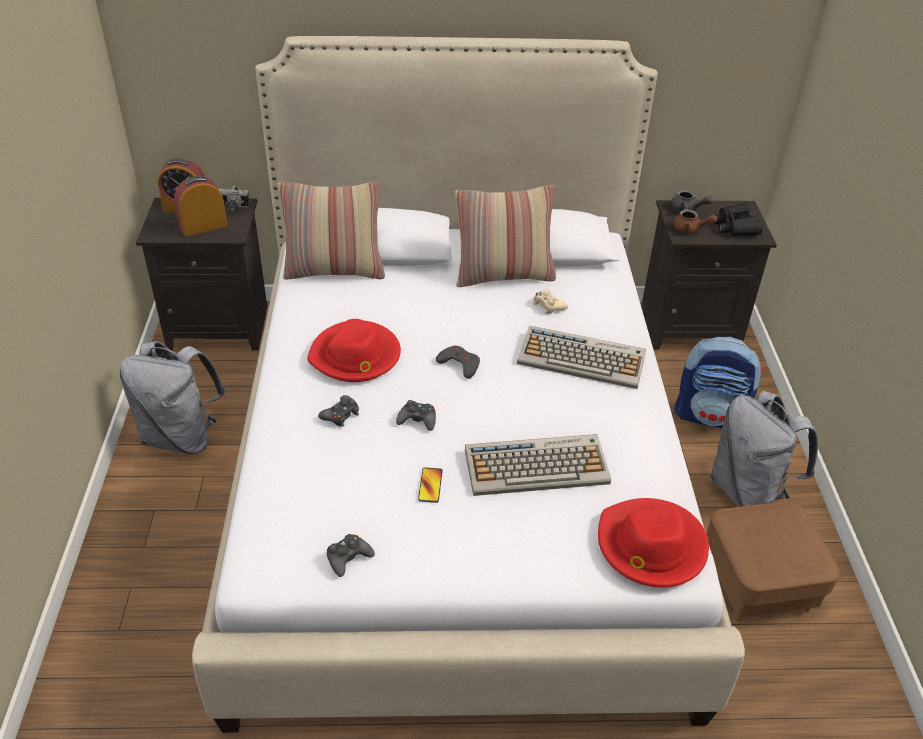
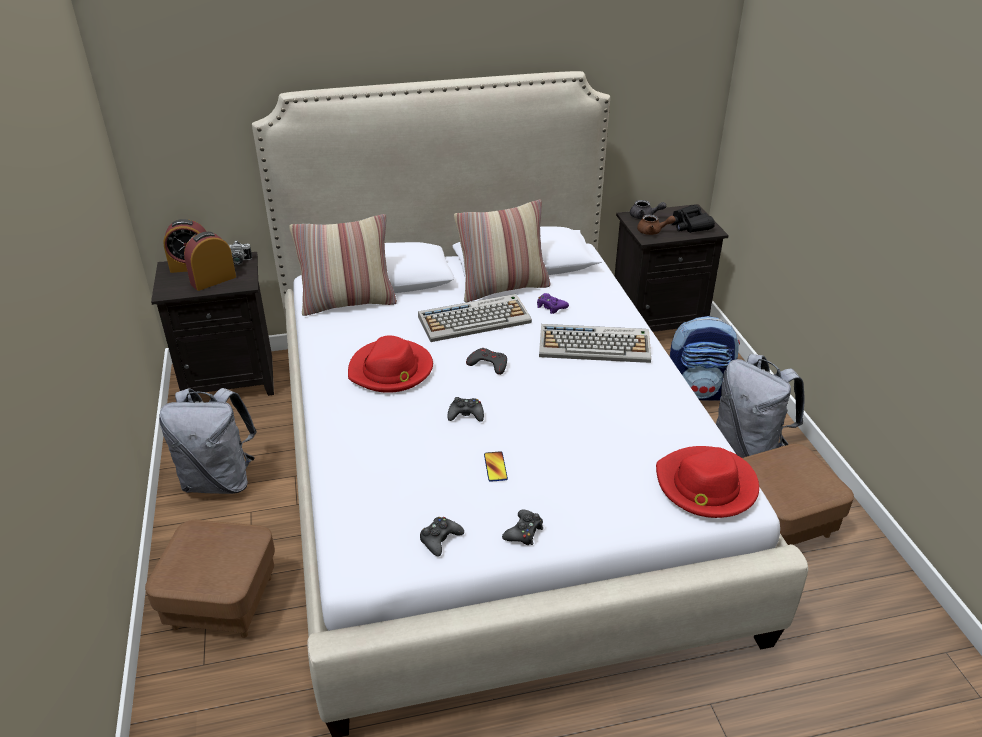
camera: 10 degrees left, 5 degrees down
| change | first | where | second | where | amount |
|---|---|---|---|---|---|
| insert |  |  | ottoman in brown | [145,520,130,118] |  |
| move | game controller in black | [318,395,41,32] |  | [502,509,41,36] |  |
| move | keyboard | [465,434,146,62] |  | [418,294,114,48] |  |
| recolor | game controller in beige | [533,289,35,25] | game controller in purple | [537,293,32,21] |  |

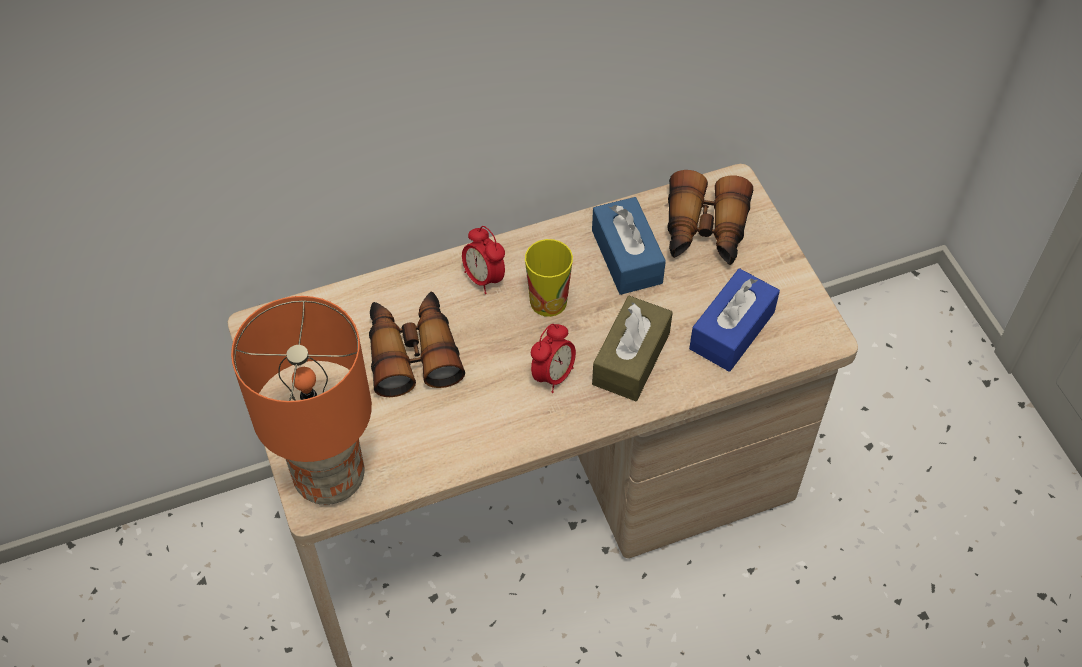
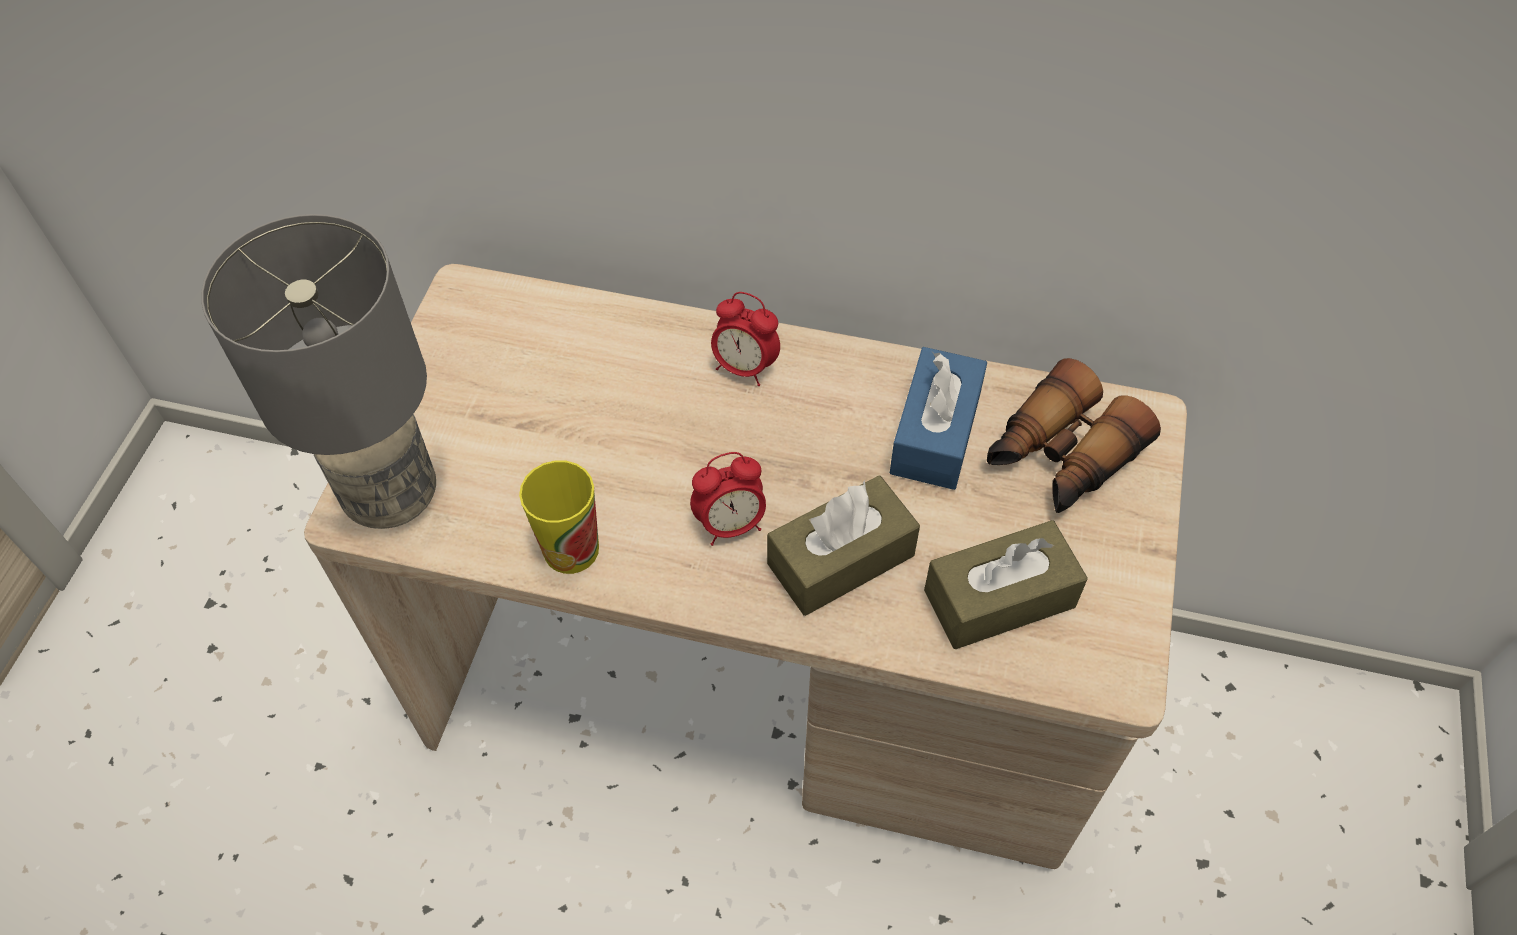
camera: 35 degrees right, 0 degrees up
| change | first | where | second | where | amount |
|---|---|---|---|---|---|
| delete | binoculars | [369,292,96,105] |  |  |  |
| move | cup | [525,239,48,78] |  | [519,460,80,114] |  |
| recolor | table lamp in orange | [231,296,141,209] | table lamp in grey | [201,214,235,315] |  |
| recolor | tissue box in blue | [689,269,91,103] | tissue box in brown | [924,520,164,129] |  |
| rotate | alarm clock | [462,226,43,68] |  | [711,292,69,94] | 60 degrees counterclockwise |

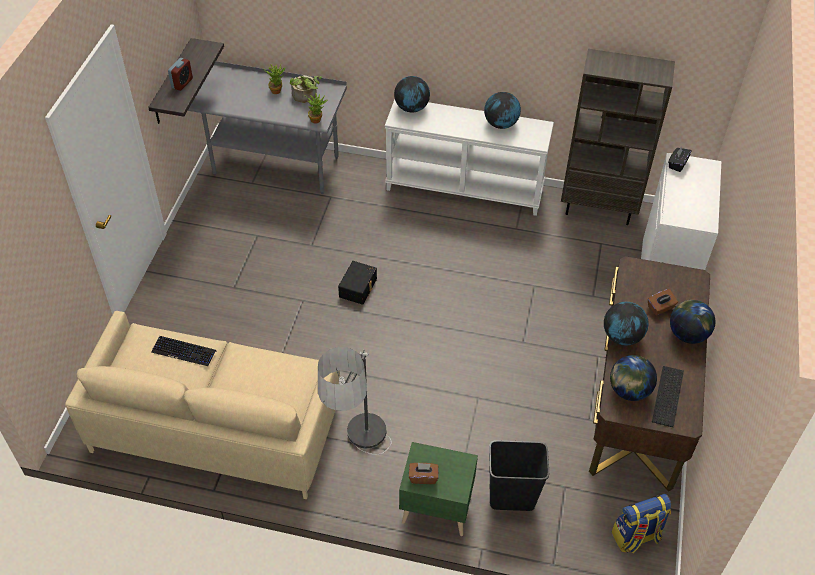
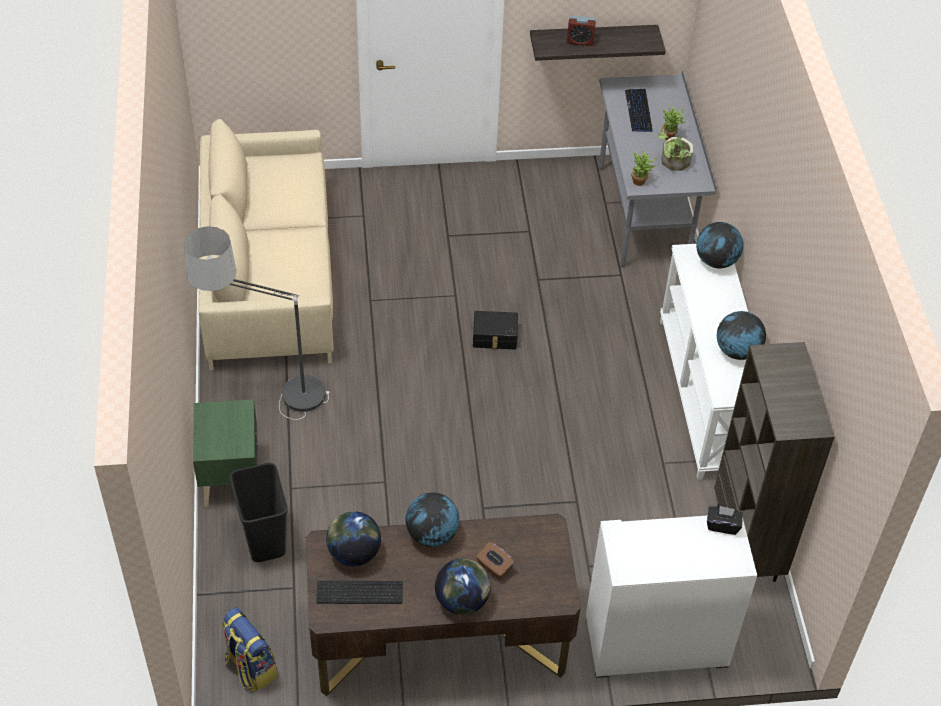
camera: 70 degrees right, 0 degrees up
| change | first | where | second | where | amount |
|---|---|---|---|---|---|
| delete | tissue box in brown | [409,463,29,21] |  |  |  |
| move | keyboard | [151,336,65,30] |  | [625,89,28,43] |  |

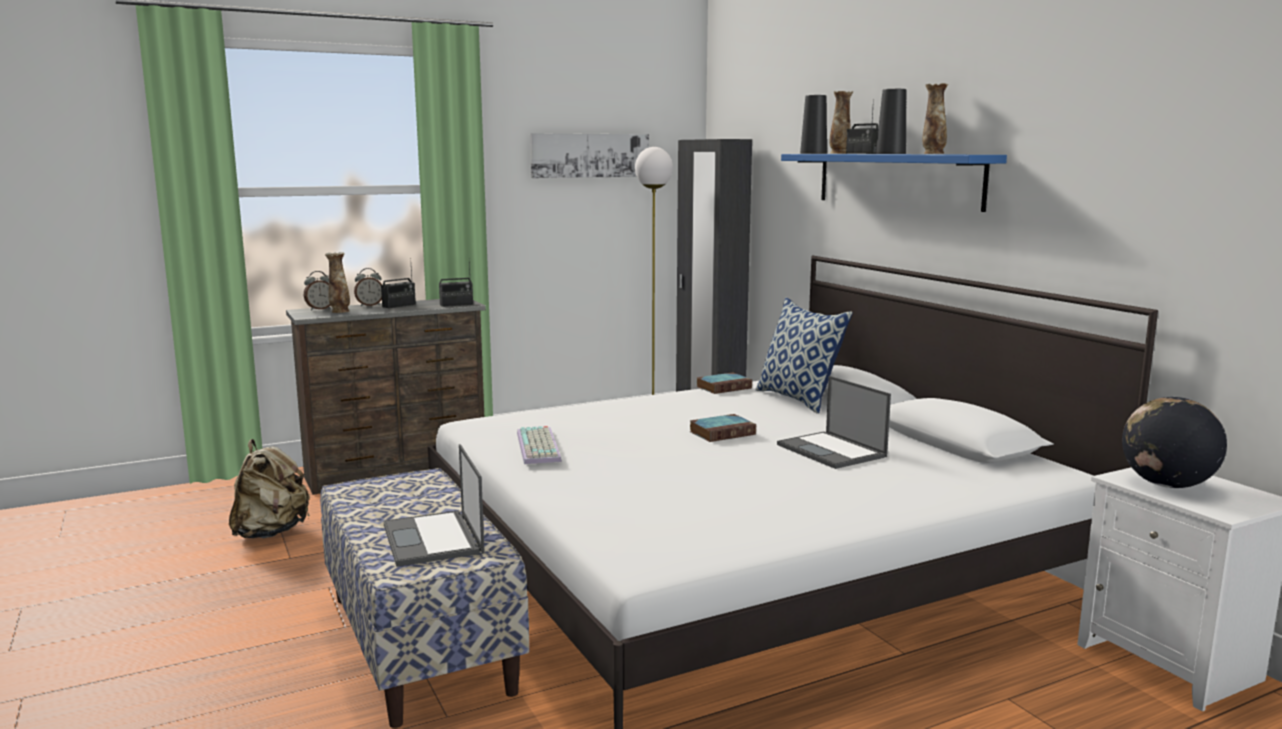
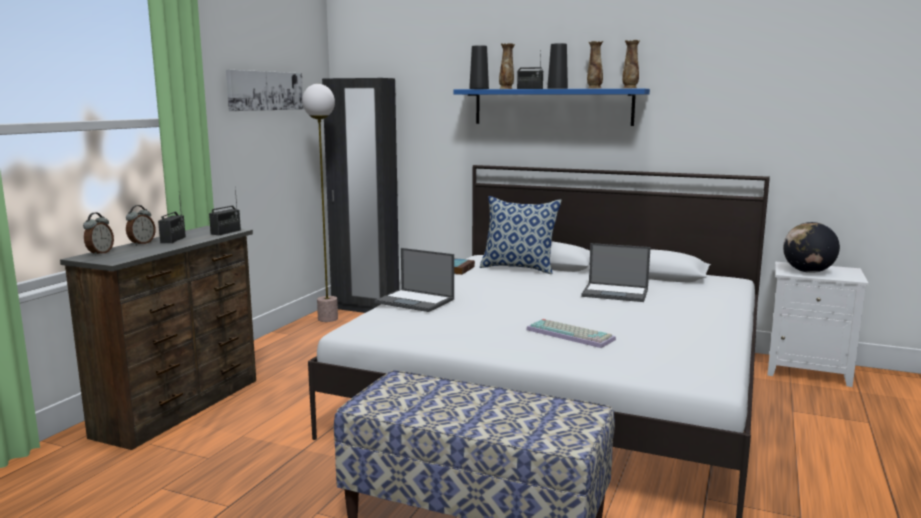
camera: 40 degrees left, 0 degrees up
| change | first | where | second | where | amount |
|---|---|---|---|---|---|
| delete | backpack in beige | [229,439,81,99] |  |  |  |
| delete | book | [689,414,67,28] |  |  |  |
| move | vase | [325,252,25,61] |  | [622,40,18,48] |  |
| move | laptop | [384,444,100,123] |  | [375,248,79,64] |  |
| move | keyboard | [517,426,45,38] |  | [526,319,90,29] |  |

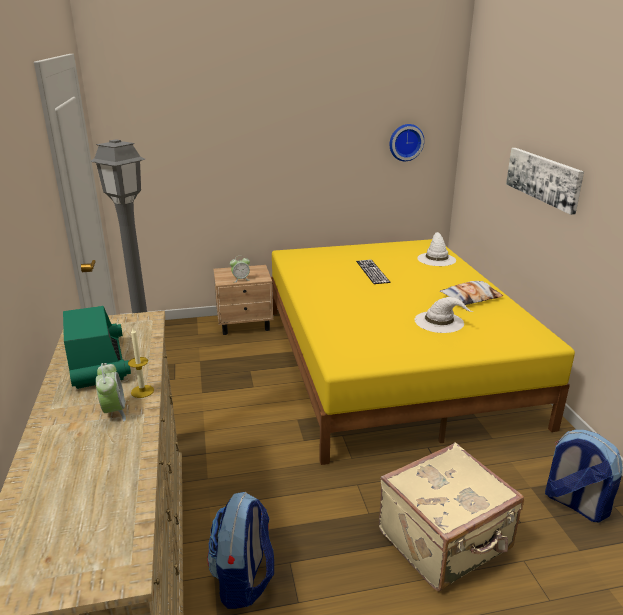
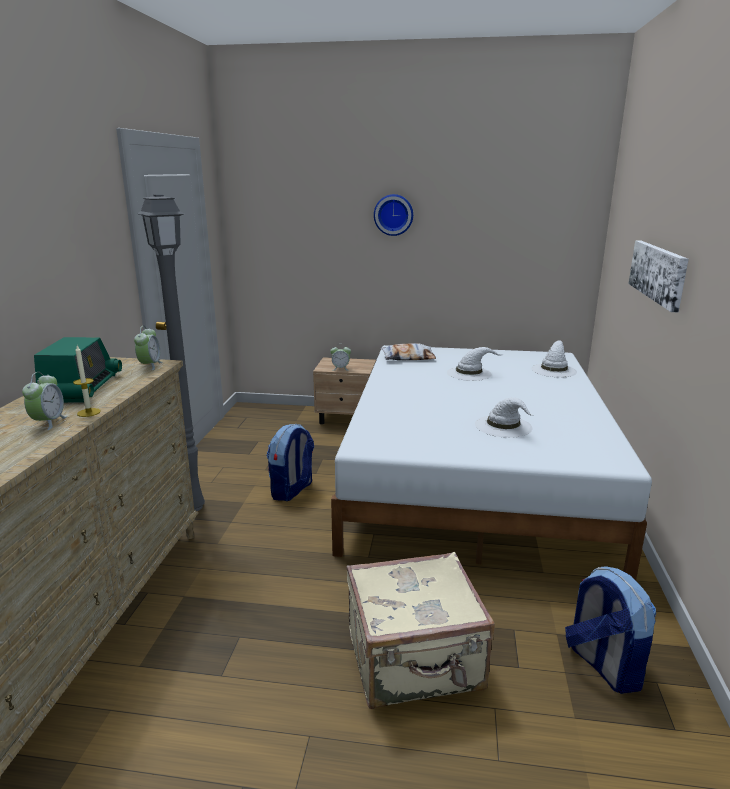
camera: 20 degrees right, 5 degrees down
| change | first | where | second | where | amount |
|---|---|---|---|---|---|
| insert |  |  | alarm clock | [134,326,28,44] |  |
| move | backpack | [207,492,67,117] |  | [266,424,48,77] |  |
| move | wall clock | [390,124,34,37] |  | [374,194,39,42] |  |
| move | pillow | [440,281,63,24] |  | [381,343,55,17] |  |
| replace | keyboard | [356,260,35,24] | hat in white | [447,347,57,34] |  |
| recolor | bed in yellow | [271,239,304,226] | bed in white | [331,345,321,235] |  |

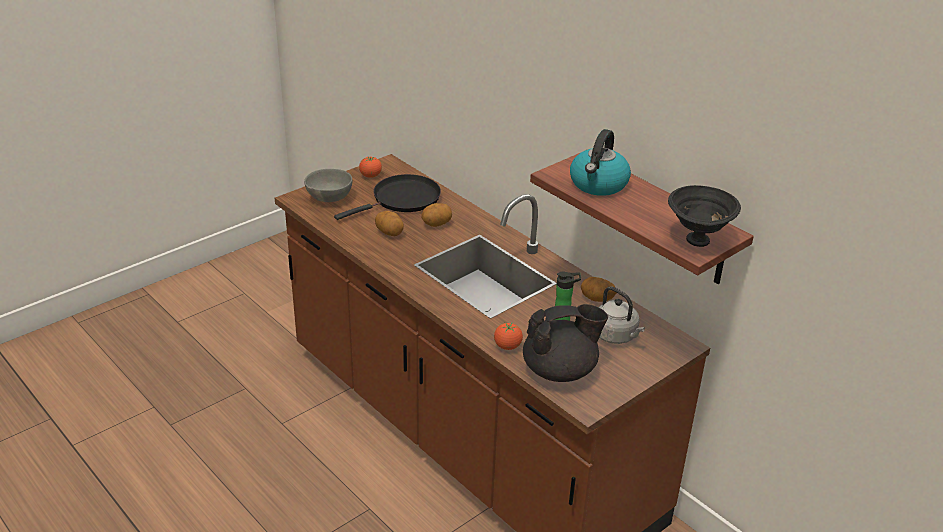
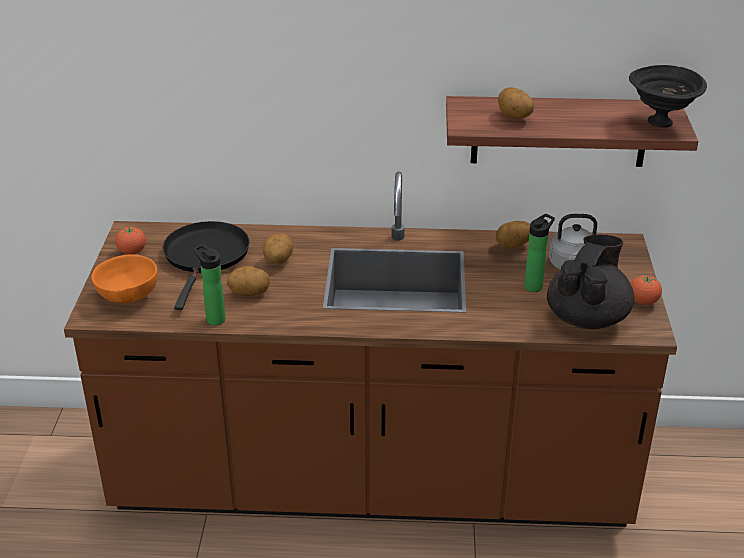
camera: 45 degrees left, 0 degrees up
| change | first | where | second | where | amount |
|---|---|---|---|---|---|
| insert |  |  | bottle | [194,244,32,81] |  |
| move | tomato | [494,322,29,28] |  | [630,274,32,31] |  |
| replace | kettle | [570,129,61,67] | potato | [498,87,36,32] |  |
| recolor | bowl in grey | [304,169,48,33] | bowl in orange | [91,254,67,49] |  |

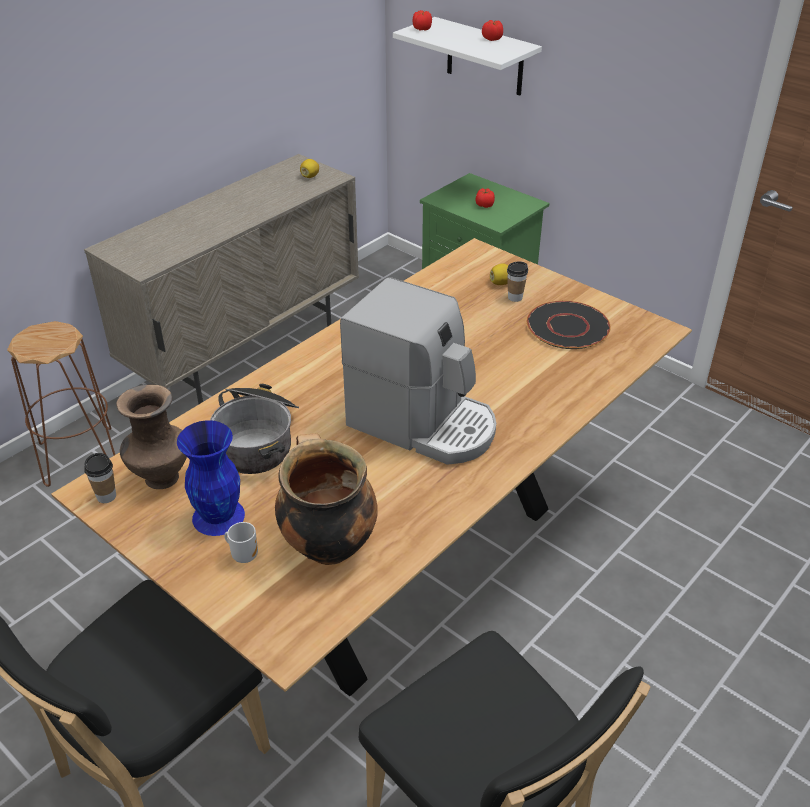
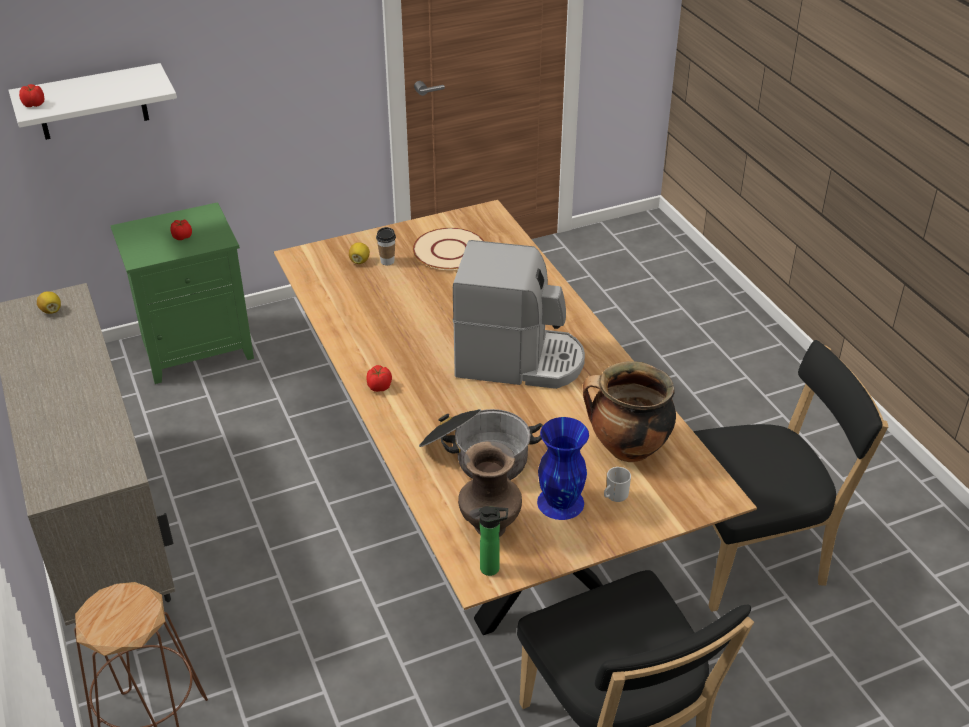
camera: 65 degrees left, 0 degrees up
| change | first | where | second | where | amount |
|---|---|---|---|---|---|
| move | tomato | [482,20,21,21] |  | [366,365,26,27] |  |
| replace | cup | [84,453,32,50] | bottle | [479,506,29,70] |  |
| recolor | plate in black | [527,301,84,48] | plate in beige | [413,228,71,42] |  |
| rotate | coffee machine | [340,277,156,188] |  | [453,240,132,149] | 45 degrees clockwise |

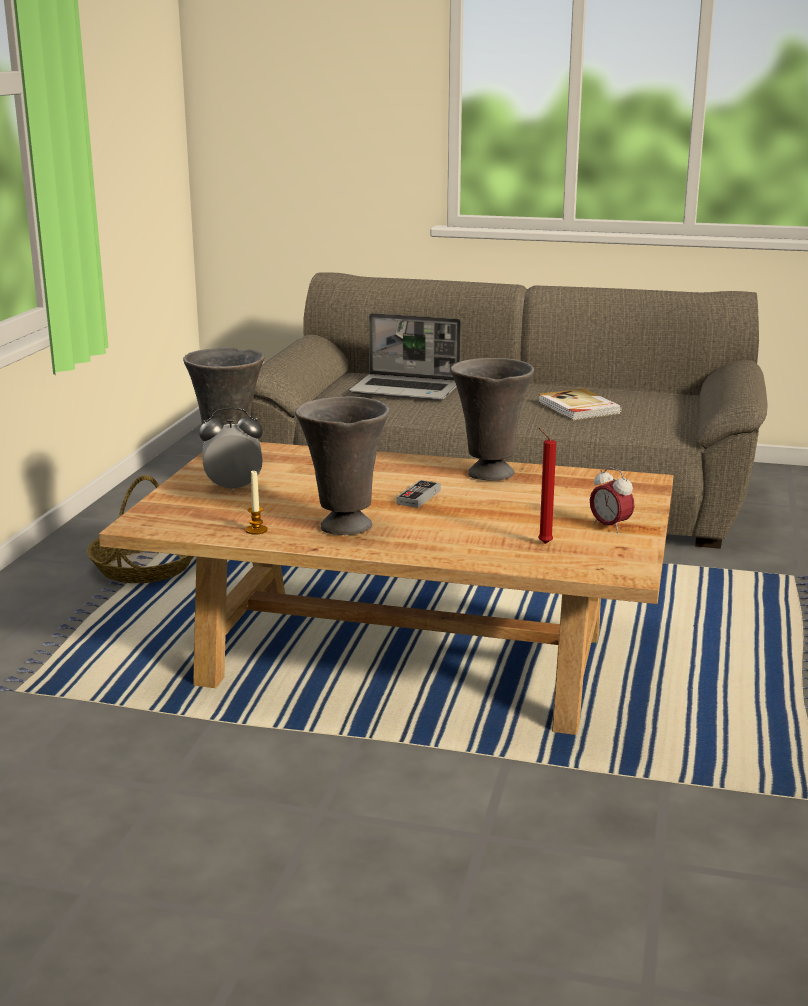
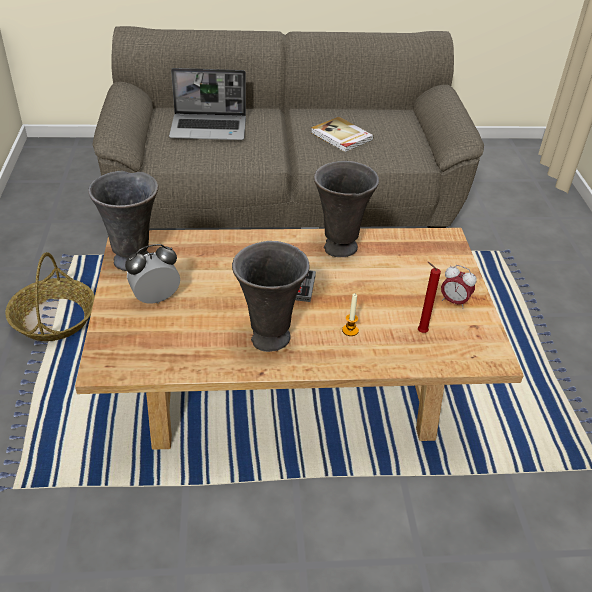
camera: 20 degrees left, 20 degrees up
| change | first | where | second | where | amount |
|---|---|---|---|---|---|
| move | candle | [246,471,21,64] |  | [342,293,17,43] |  |

